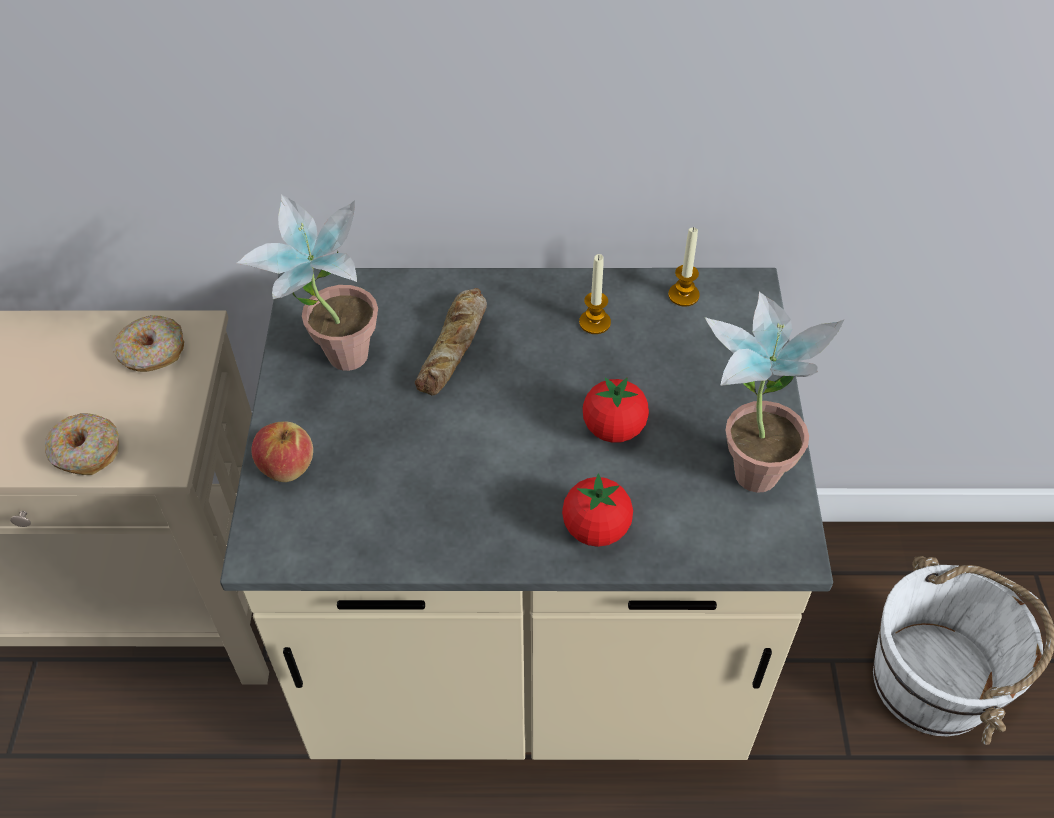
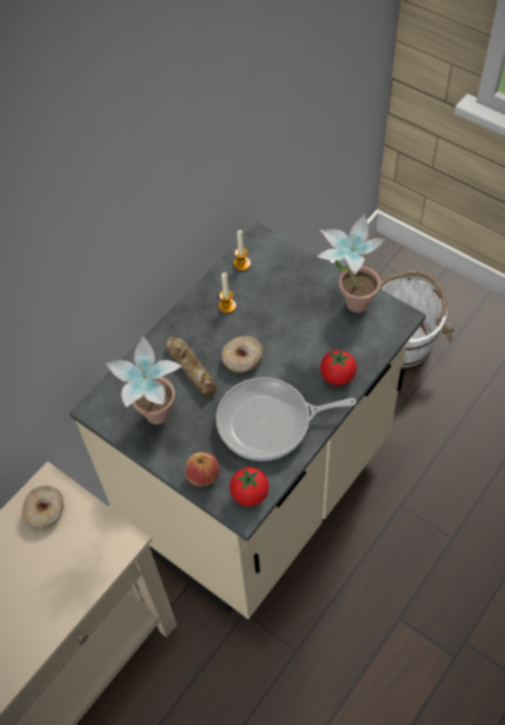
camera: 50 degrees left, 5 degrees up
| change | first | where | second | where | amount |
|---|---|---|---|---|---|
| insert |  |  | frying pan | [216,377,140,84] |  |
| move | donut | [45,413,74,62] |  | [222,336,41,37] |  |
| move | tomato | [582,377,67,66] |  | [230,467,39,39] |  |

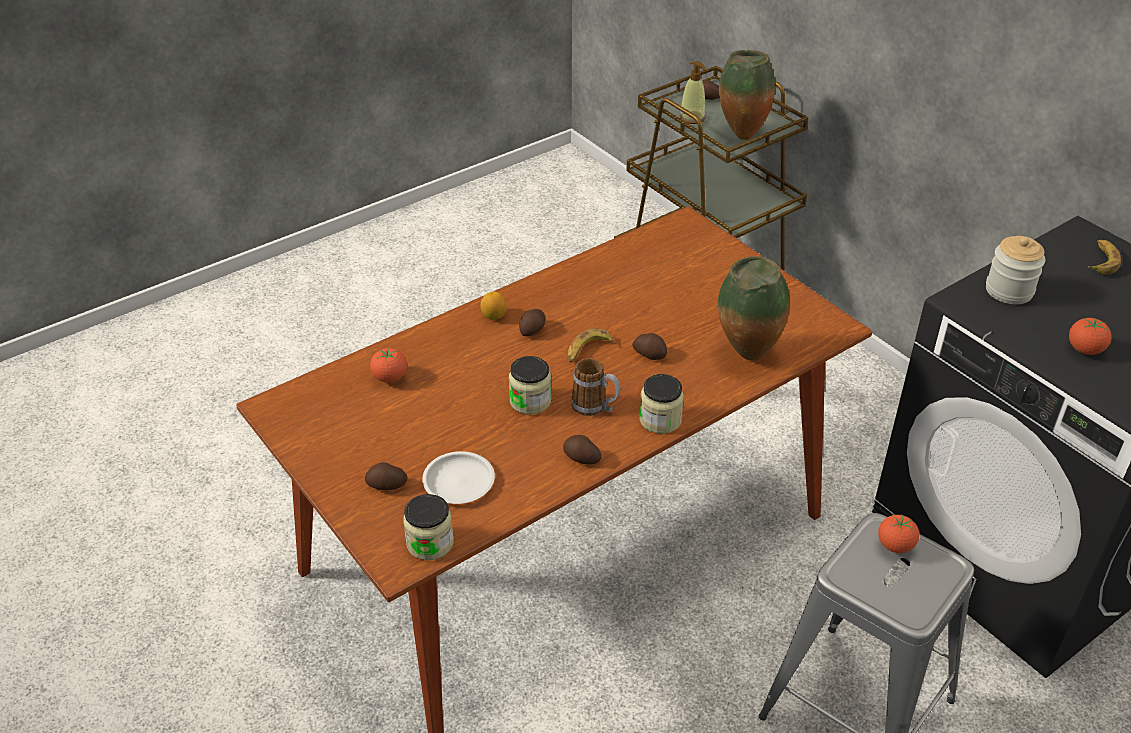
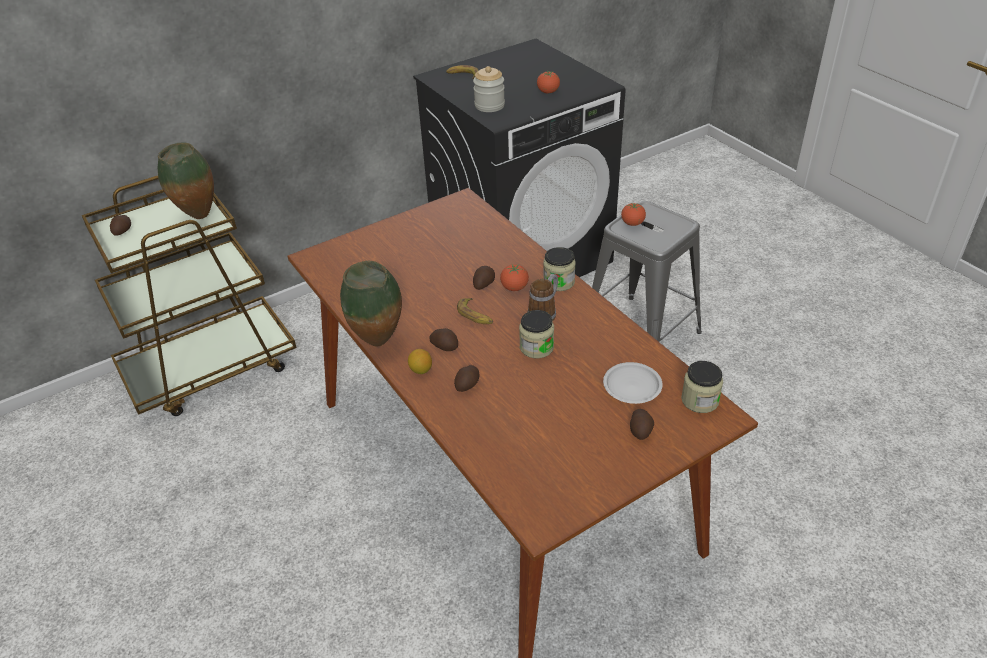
camera: 85 degrees left, 0 degrees up
| change | first | where | second | where | amount |
|---|---|---|---|---|---|
| delete | soap dispenser | [680,61,26,63] |  |  |  |
| move | tomato | [370,348,37,35] |  | [500,264,29,27] |  |
| move | potato | [563,435,39,30] |  | [454,365,25,27] |  |
| move | vase | [718,256,72,105] |  | [340,261,62,85] |  |

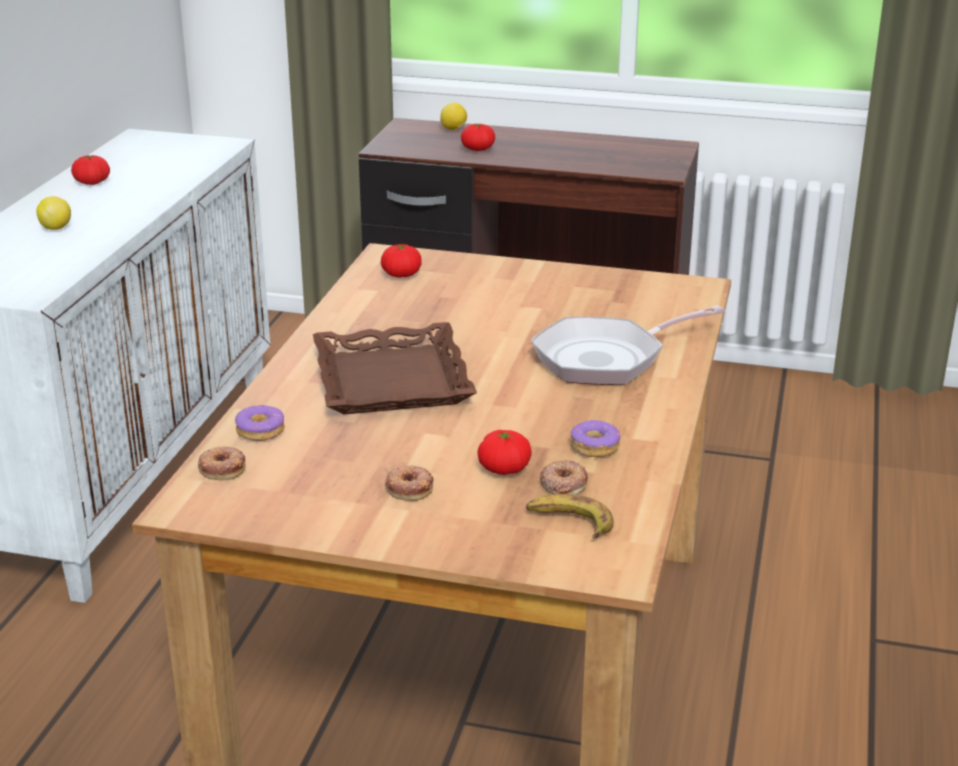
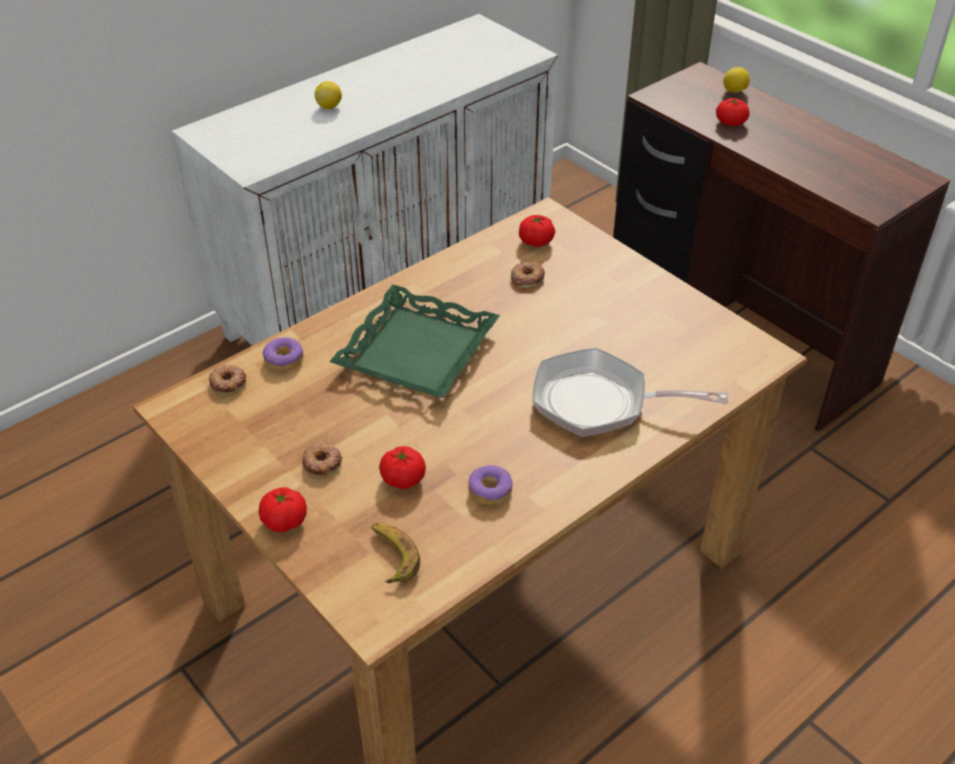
camera: 35 degrees right, 15 degrees up
| change | first | where | second | where | amount |
|---|---|---|---|---|---|
| move | tomato | [71,155,39,30] |  | [259,487,48,45] |  |
| move | donut | [540,459,48,36] |  | [511,262,34,27] |  |
| recolor | tray in brown | [313,322,164,92] | tray in green | [329,285,171,113] |  |

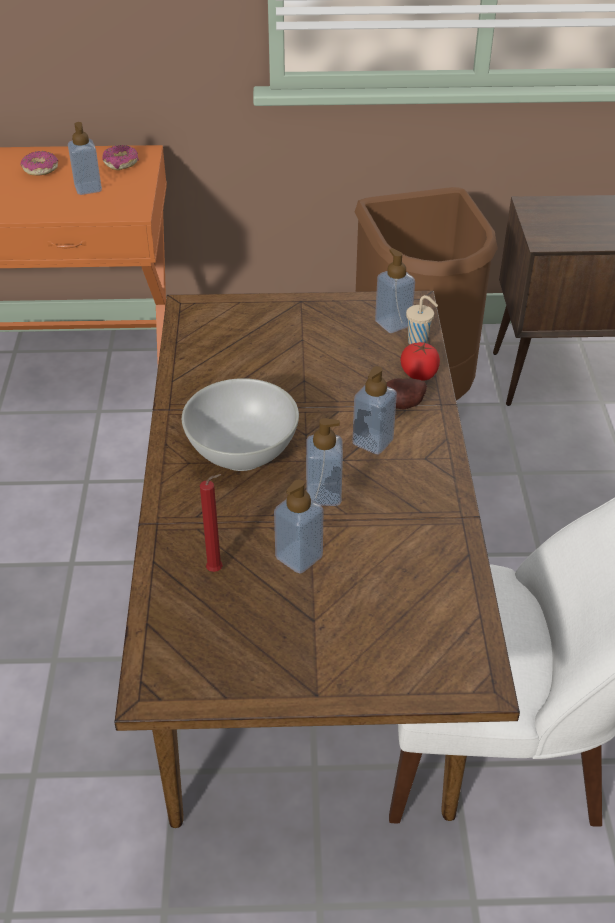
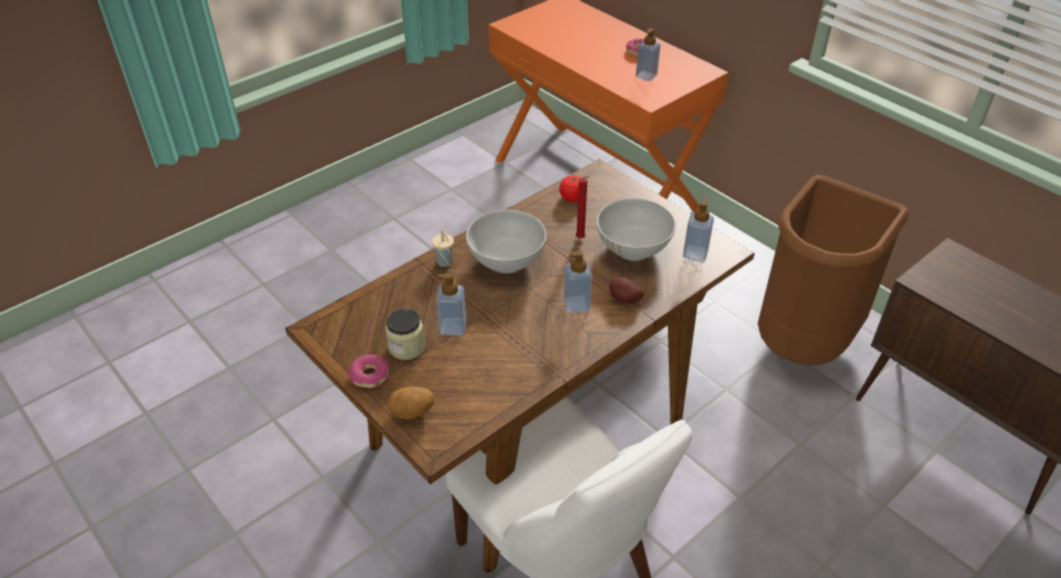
camera: 50 degrees right, 0 degrees up
| change | first | where | second | where | amount |
|---|---|---|---|---|---|
| delete | soap dispenser | [306,418,37,88] |  |  |  |
| insert |  |  | jar | [385,309,40,51] |  |
| insert |  |  | potato | [387,387,47,33] |  |
| insert |  |  | bowl in white | [596,198,80,63] |  |
| move | donut | [102,145,37,25] |  | [349,355,40,33] |  |
| move | candle in red | [200,474,23,98] |  | [576,176,14,63] |  |
| move | tomato | [401,342,39,39] |  | [559,175,21,27] |  |
| move | cup in beige | [406,295,32,49] |  | [432,229,22,38] |  |

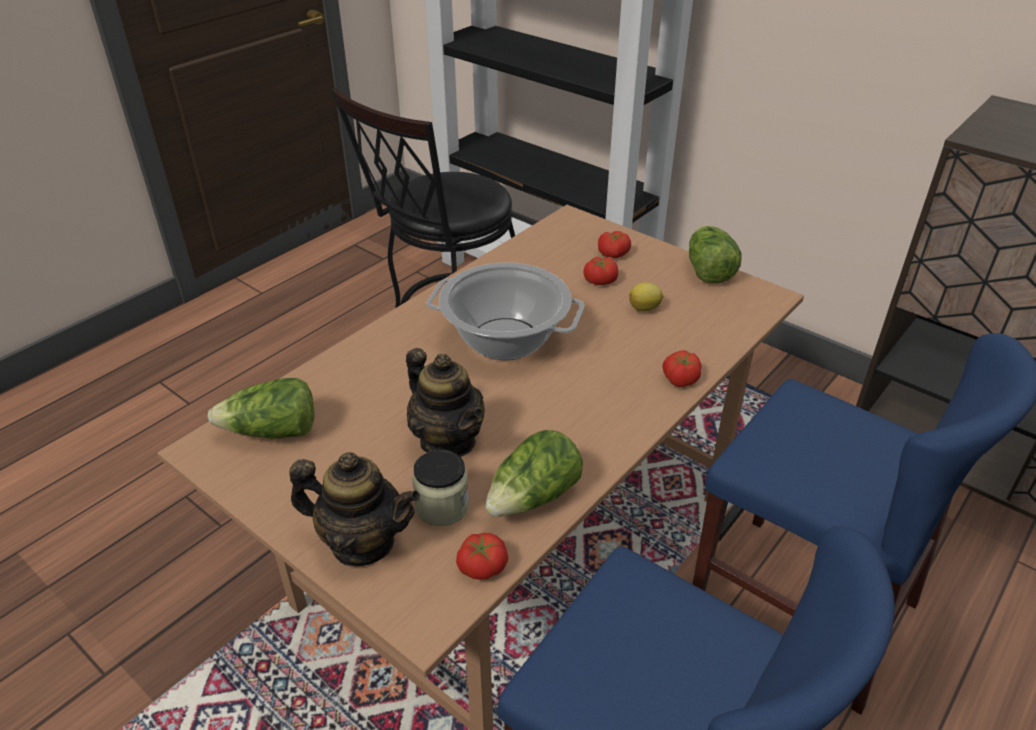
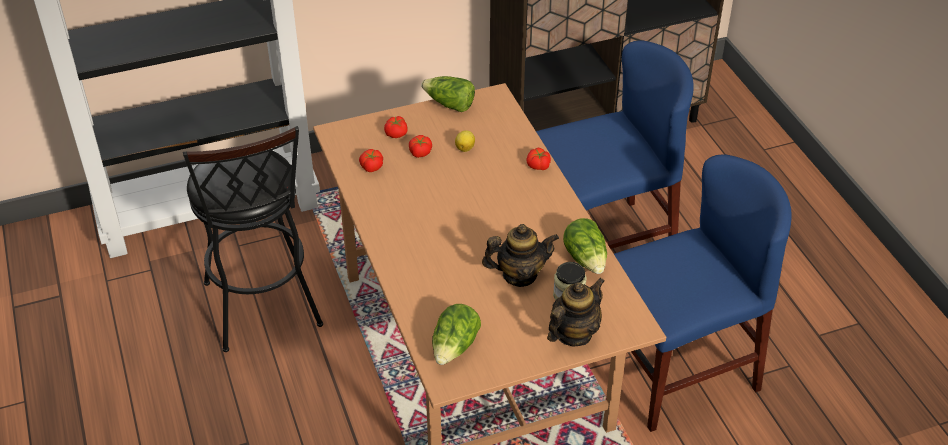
camera: 60 degrees left, 5 degrees up
| change | first | where | second | where | amount |
|---|---|---|---|---|---|
| delete | cooking pot | [426,262,158,98] |  |  |  |
| move | tomato | [456,533,52,47] |  | [359,149,24,23] |  |

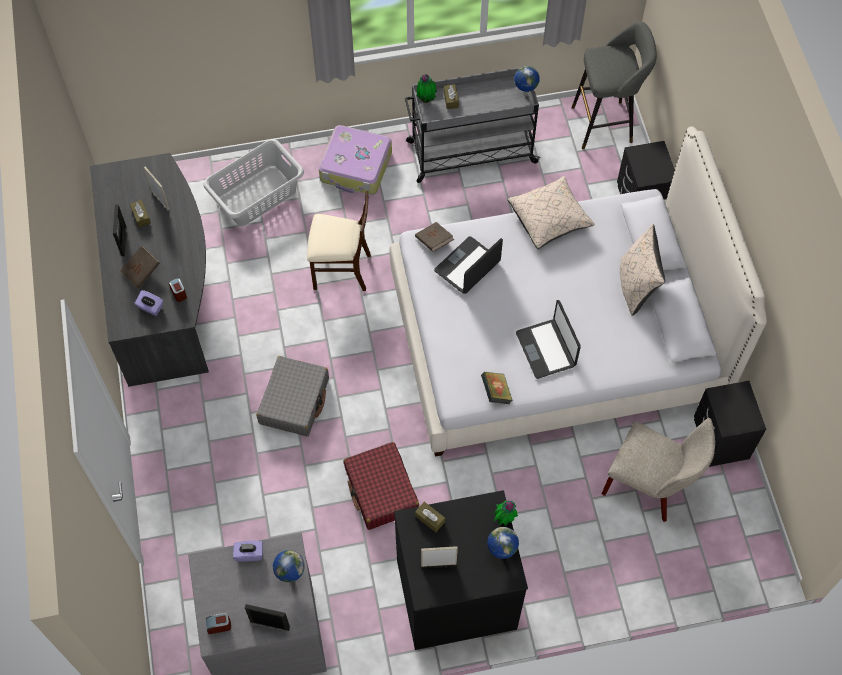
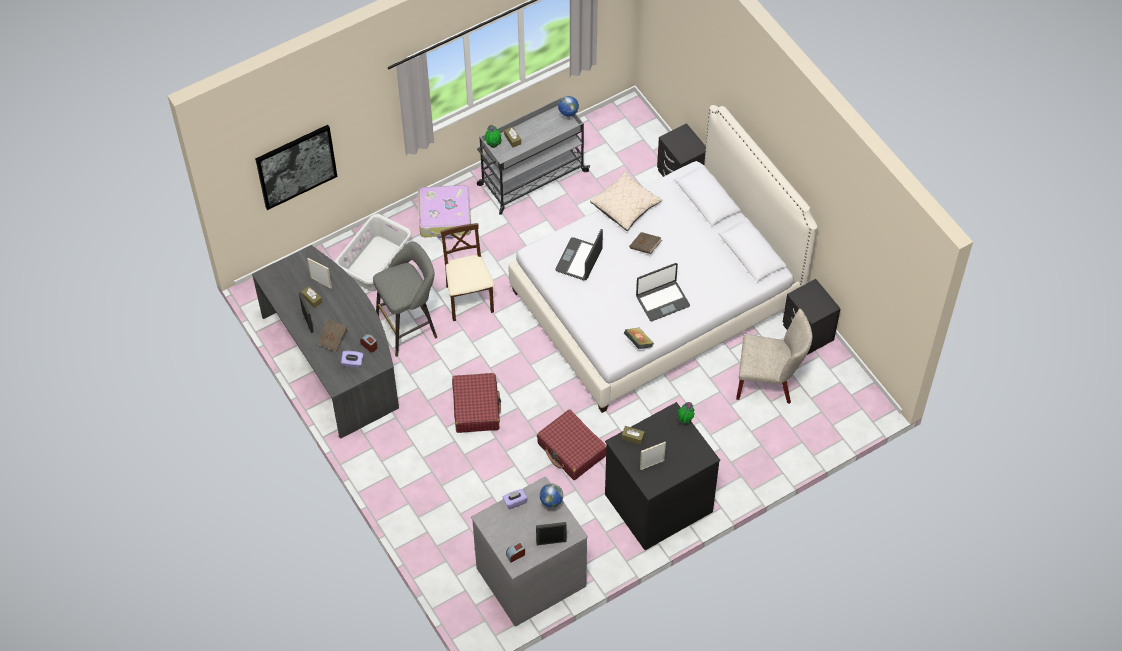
camera: 20 degrees left, 5 degrees down
| change | first | where | second | where | amount |
|---|---|---|---|---|---|
| delete | globe | [487,527,32,32] |  |  |  |
| delete | pillow in beige | [620,224,45,92] |  |  |  |
| insert |  |  | picture | [255,125,82,85] |  |
| move | book in brown | [415,222,39,30] |  | [629,232,33,22] |  |
| move | stool in grey | [571,22,86,128] |  | [373,242,64,115] |  |
| recolor | suitcase in grey | [256,356,73,81] | suitcase in red | [452,373,49,60] |  |
| rotate | chair in beige | [307,191,64,100] |  | [440,223,54,98] | 90 degrees counterclockwise |
| rotate | laptop | [516,300,65,79] |  | [636,263,54,58] | 75 degrees counterclockwise |

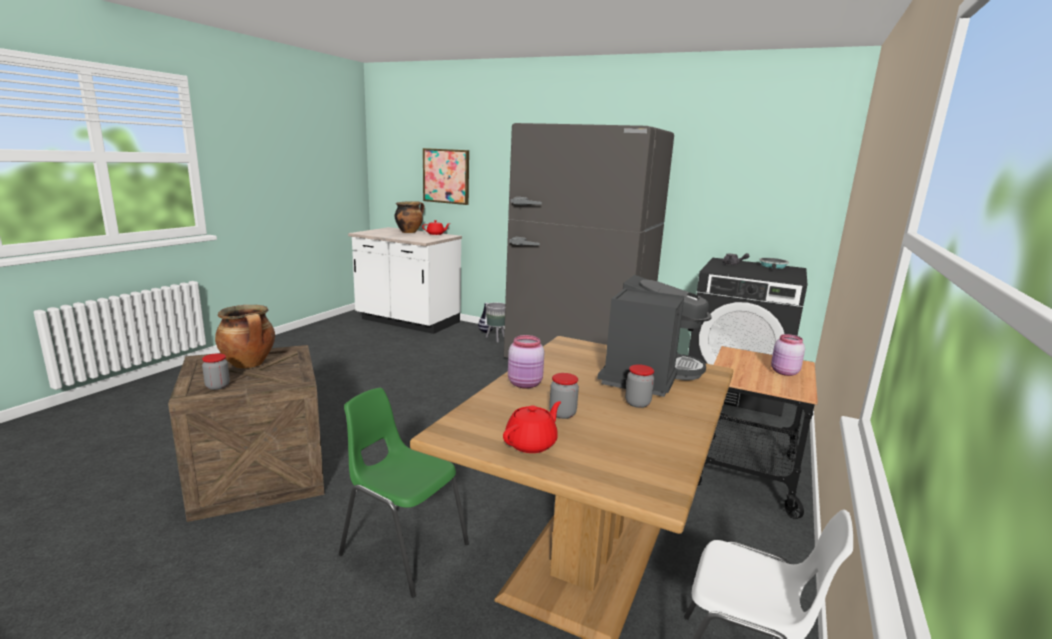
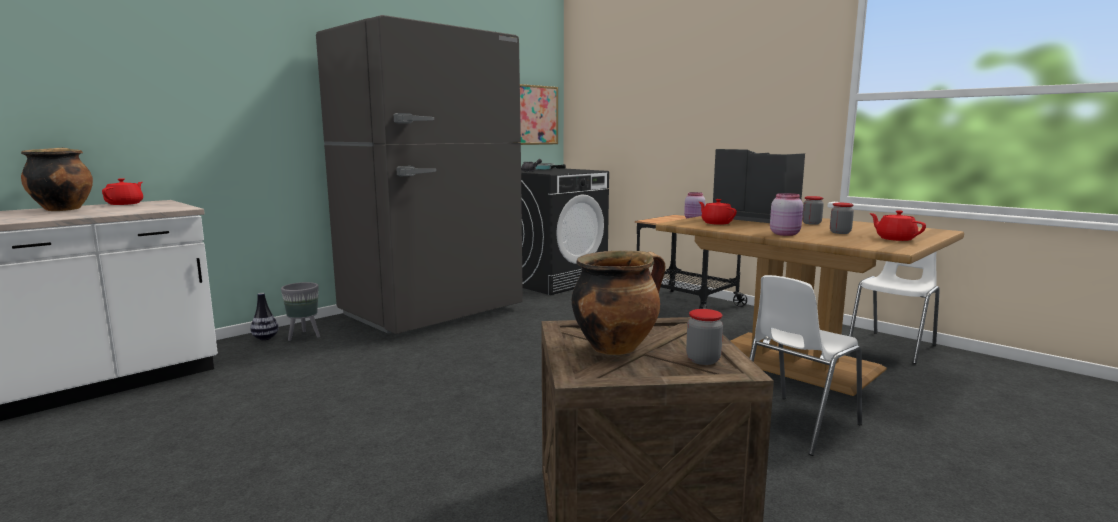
camera: 70 degrees left, 5 degrees down
| change | first | where | second | where | amount |
|---|---|---|---|---|---|
| insert |  |  | teapot in red | [699,199,38,26] |  |
| move | picture | [423,148,46,57] |  | [520,84,38,61] |  |
| recolor | chair in green | [339,388,130,210] | chair in white | [749,275,113,181] |  |

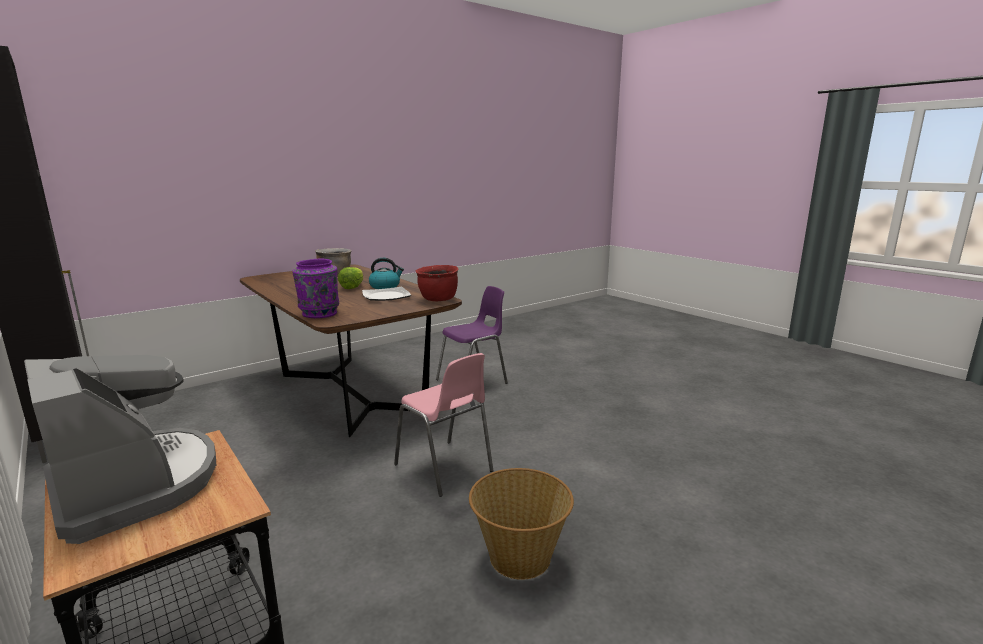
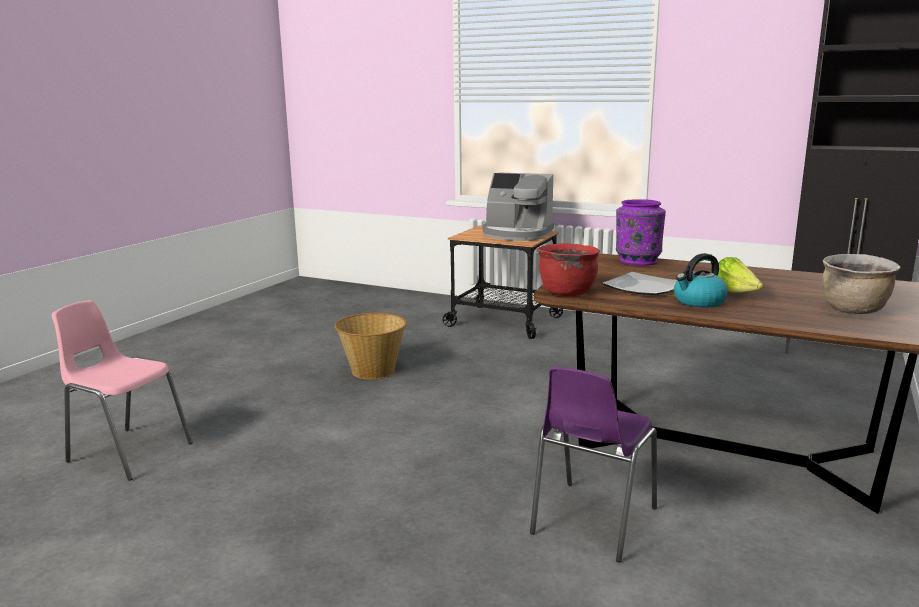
camera: 155 degrees right, 0 degrees up
| change | first | where | second | where | amount |
|---|---|---|---|---|---|
| move | chair in pink | [394,353,100,144] |  | [52,300,141,181] |  |

